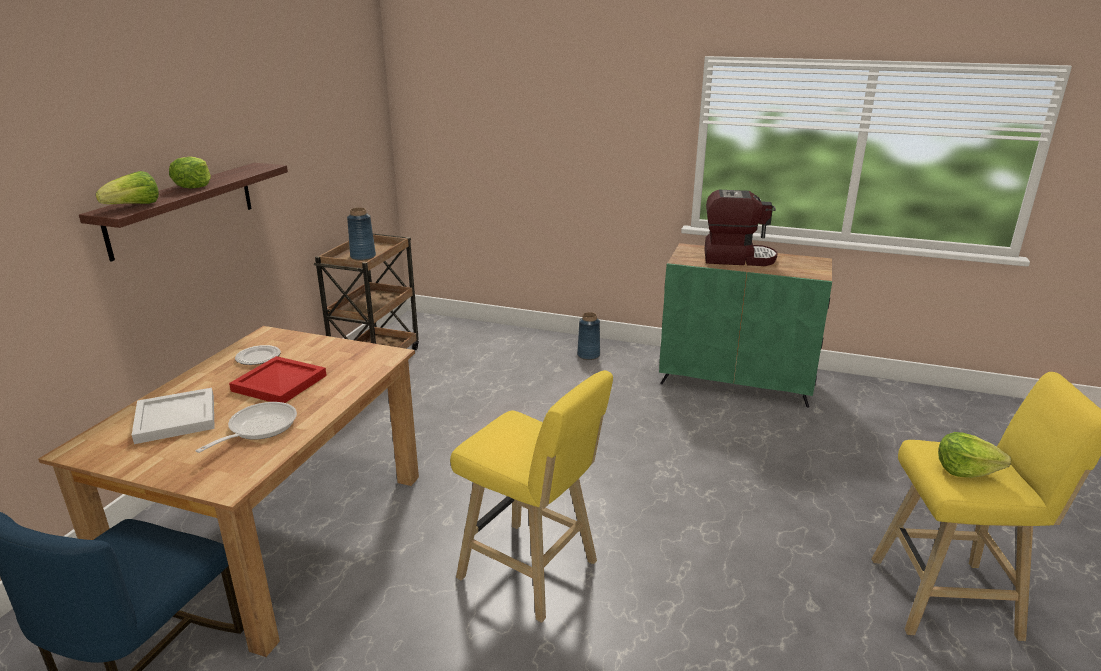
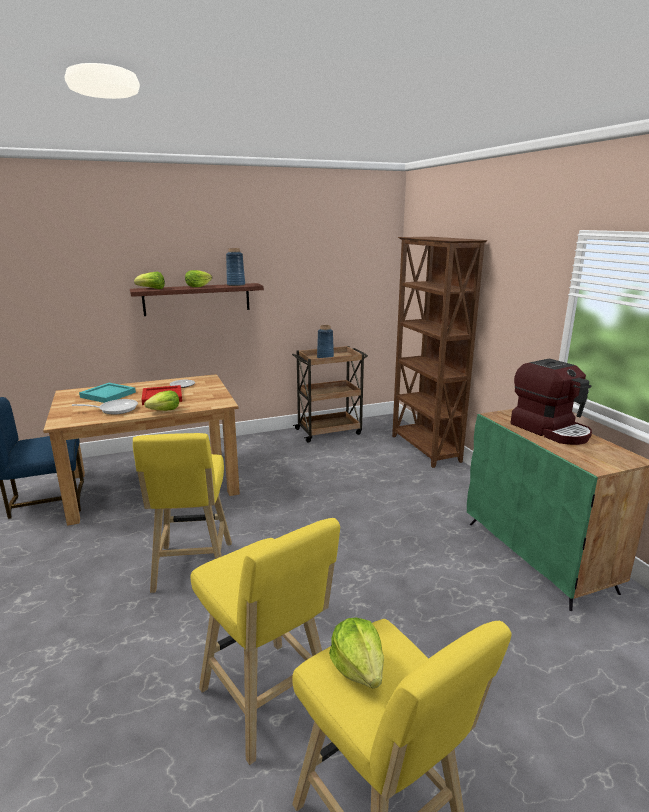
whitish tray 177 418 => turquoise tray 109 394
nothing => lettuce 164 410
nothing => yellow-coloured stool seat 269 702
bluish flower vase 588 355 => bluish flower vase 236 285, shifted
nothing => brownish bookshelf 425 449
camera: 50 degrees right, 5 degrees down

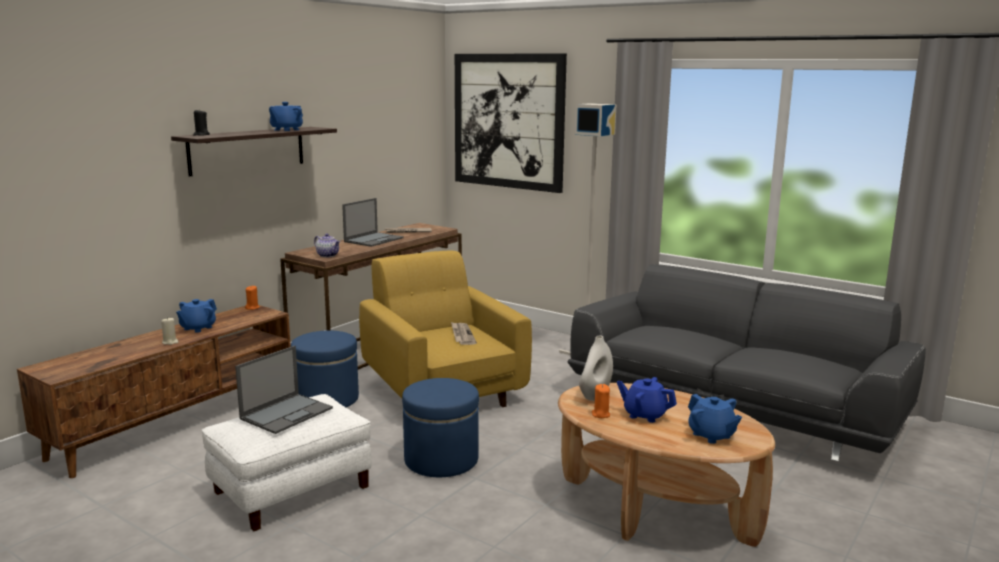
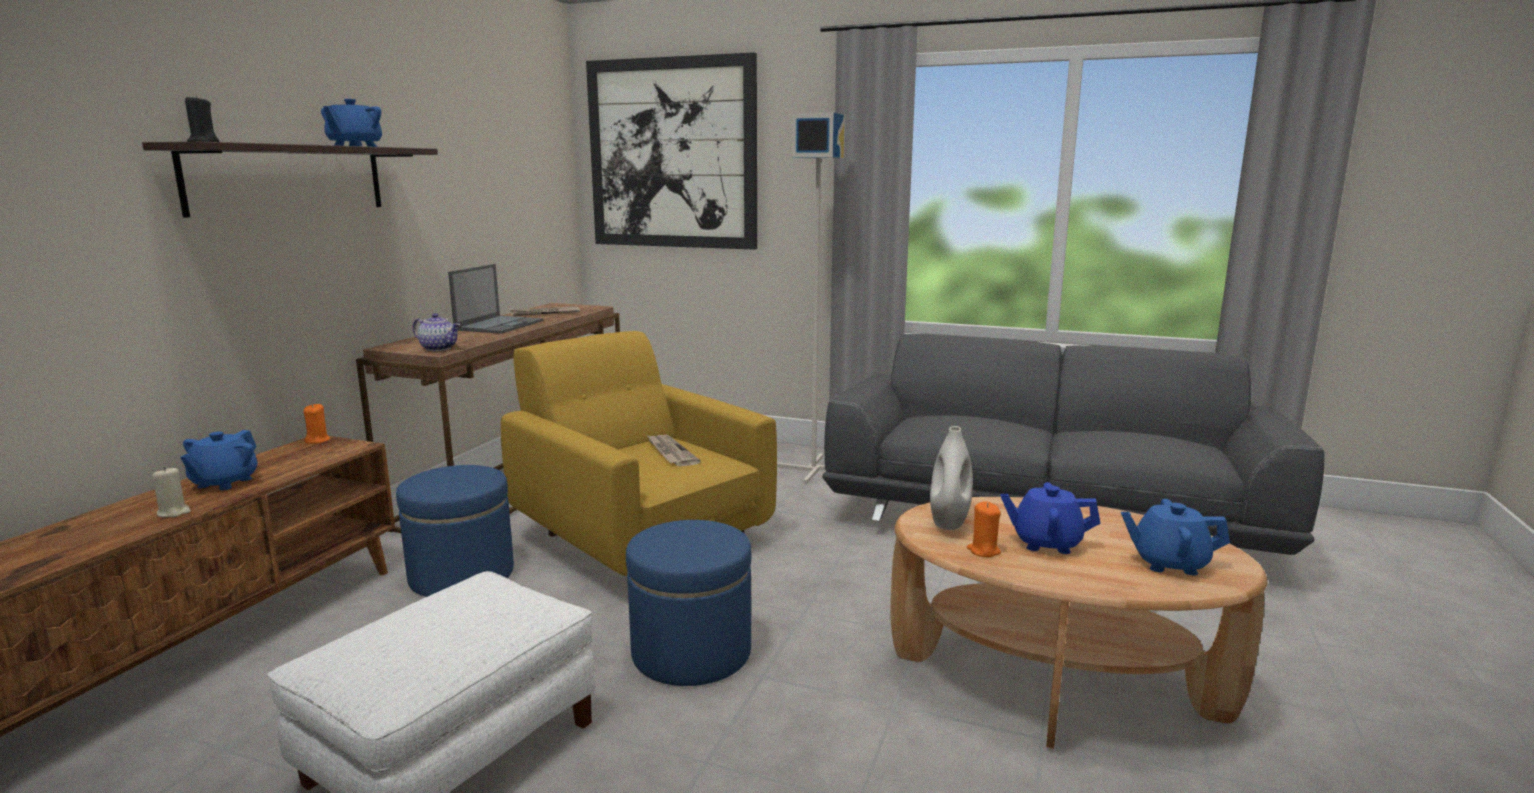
bluish tea pot 711 435 => bluish tea pot 1169 563, 150 degrees clockwise
portable computer 287 413 => nothing
camera: 15 degrees left, 0 degrees up

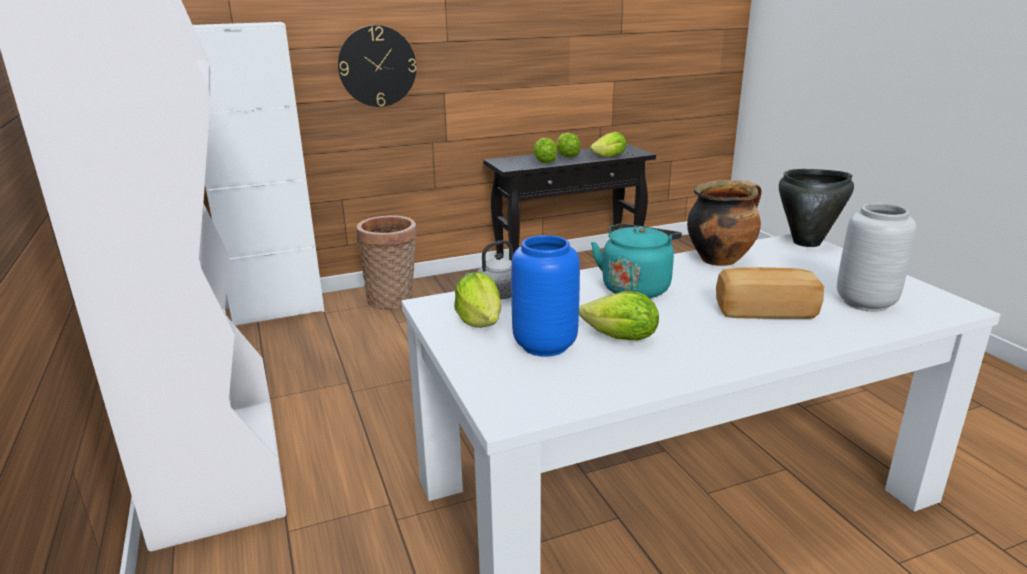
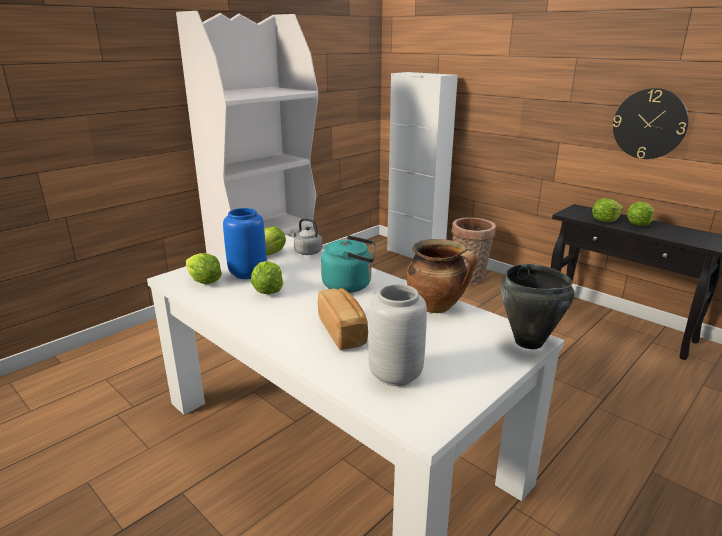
lettuce 609 157 => lettuce 204 282, shifted
clock on the wall 377 66 => clock on the wall 649 124, shifted
camera: 65 degrees right, 0 degrees up

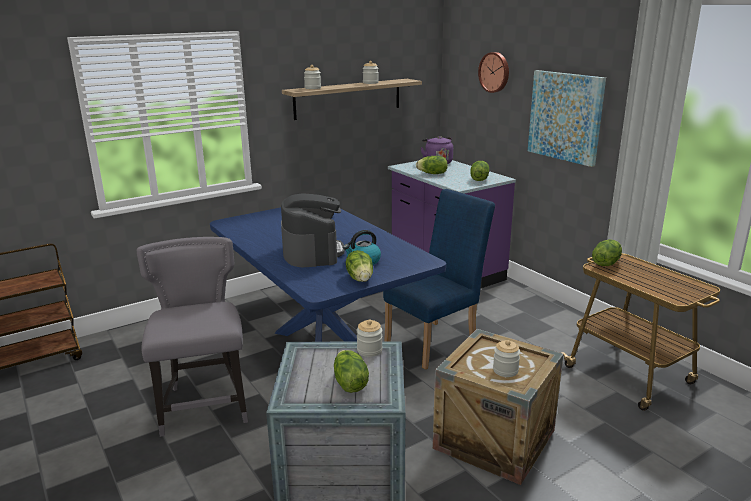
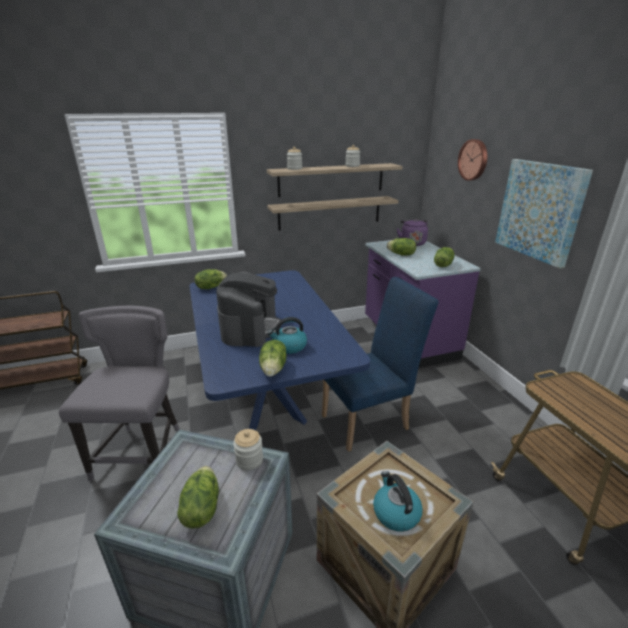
lettuce 605 263 => lettuce 210 287, shifted
nothing => shelf 330 213
jar 505 370 => kettle 395 512
camera: 15 degrees right, 5 degrees up

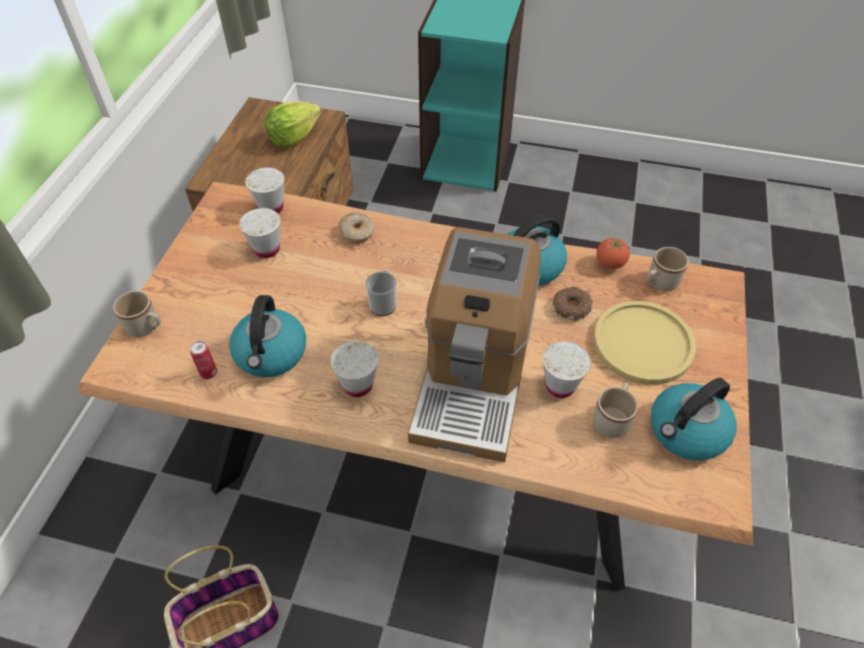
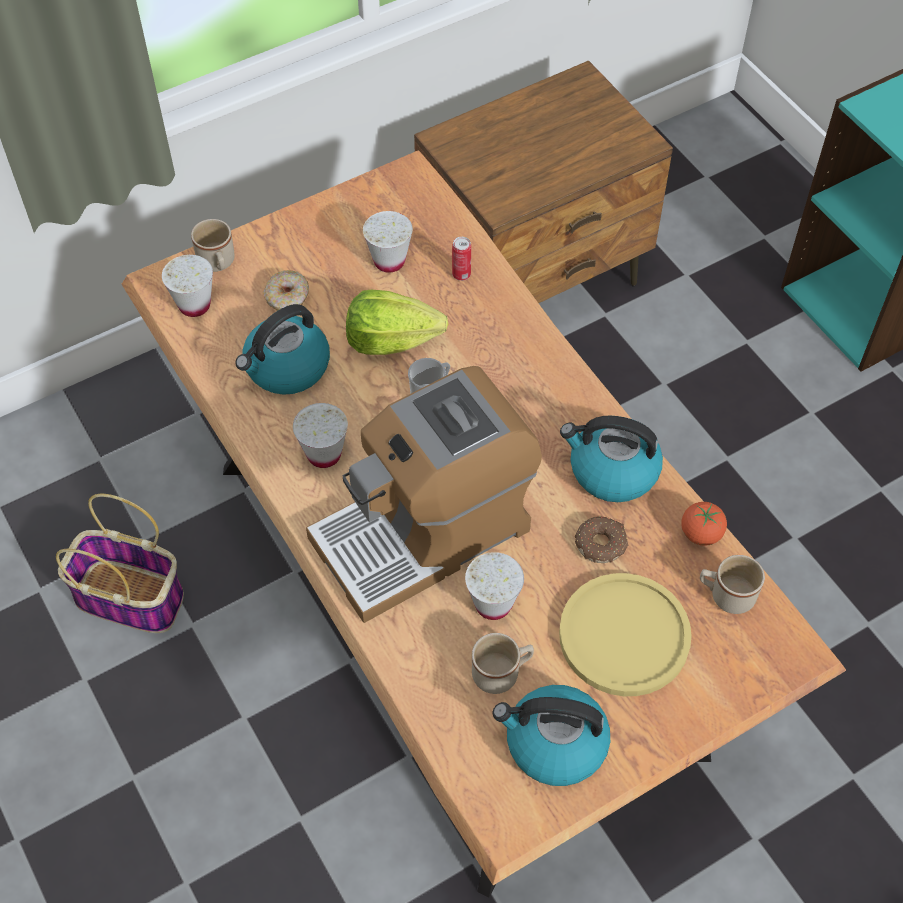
whitish drinking cup 271 207 => whitish drinking cup 194 305, shifted
doughnut 357 233 => doughnut 287 297, shifted
lettuce 294 137 => lettuce 391 340, shifted
sealed can 208 373 => sealed can 461 275, shifted
camera: 45 degrees right, 5 degrees up

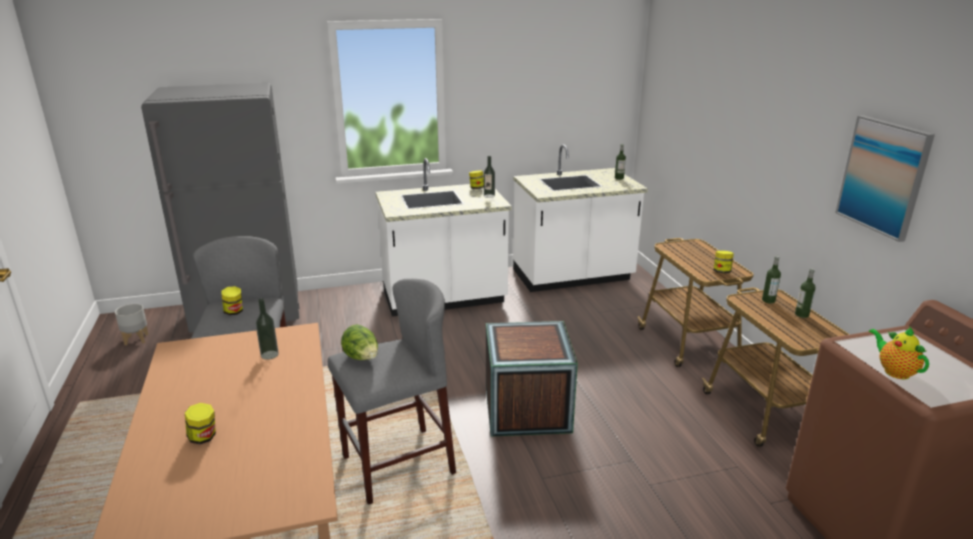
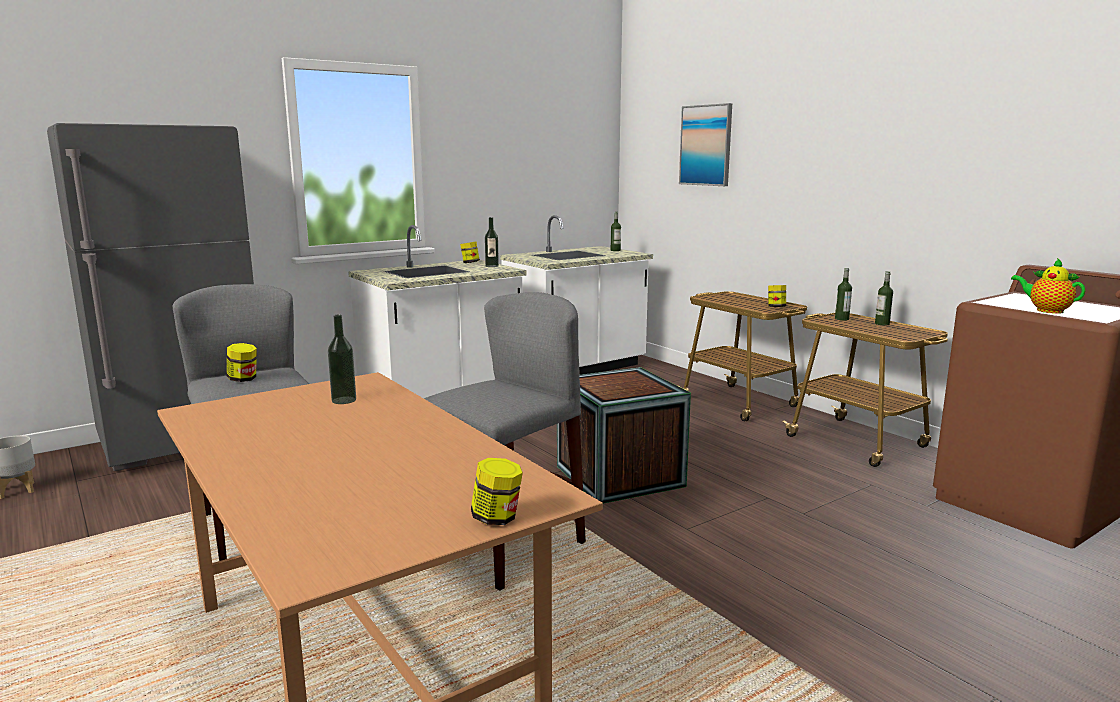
jar 203 437 => jar 497 518, shifted
wall picture 883 176 => wall picture 706 145, shifted
lettuce 362 358 => nothing
camera: 20 degrees left, 10 degrees down

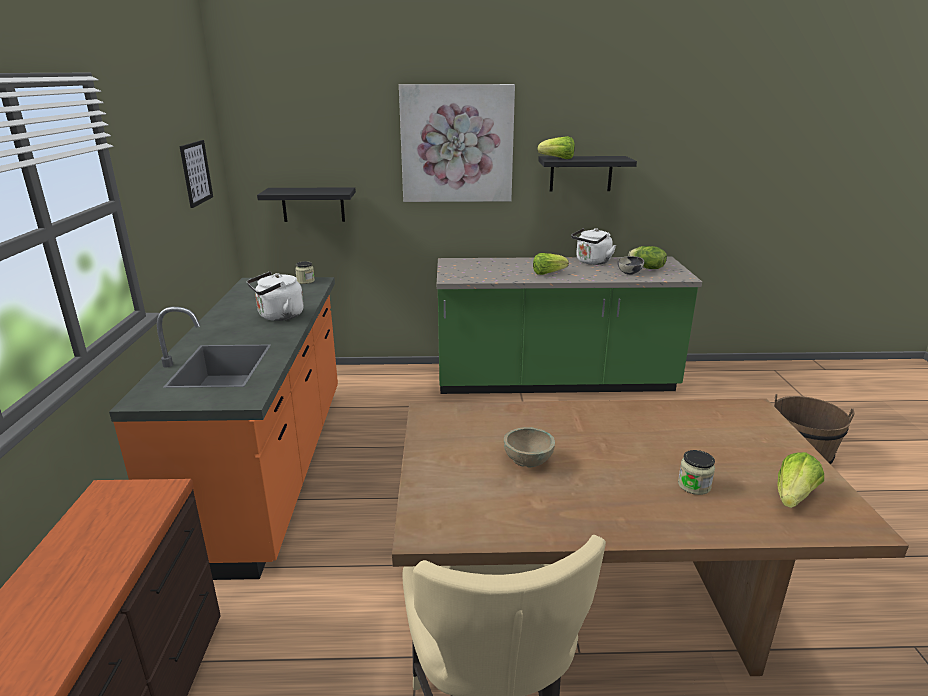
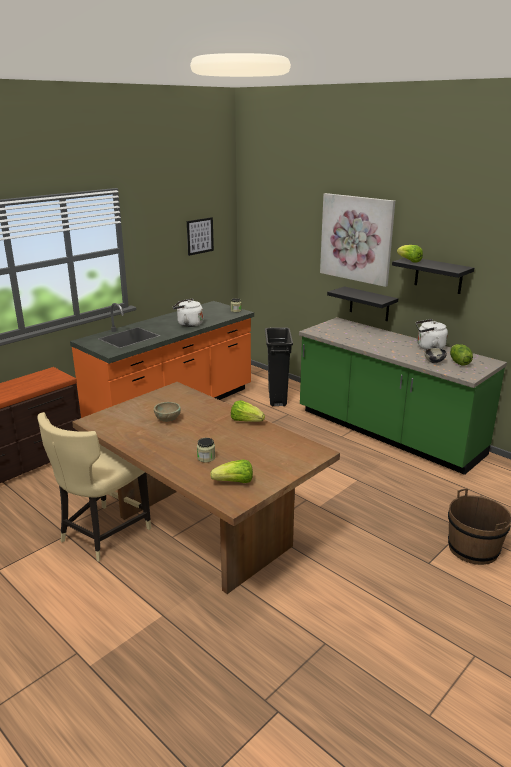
lettuce 548 273 => lettuce 246 421, shifted
nothing => black-coloured rubbish bin 277 398
black-coloured shelf 313 204 => black-coloured shelf 369 304, shifted
camera: 45 degrees right, 0 degrees up

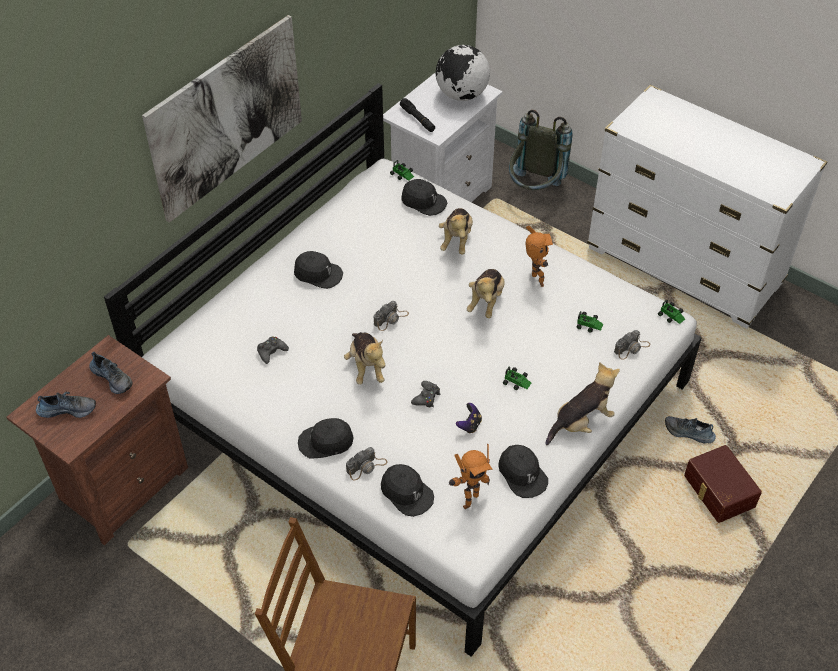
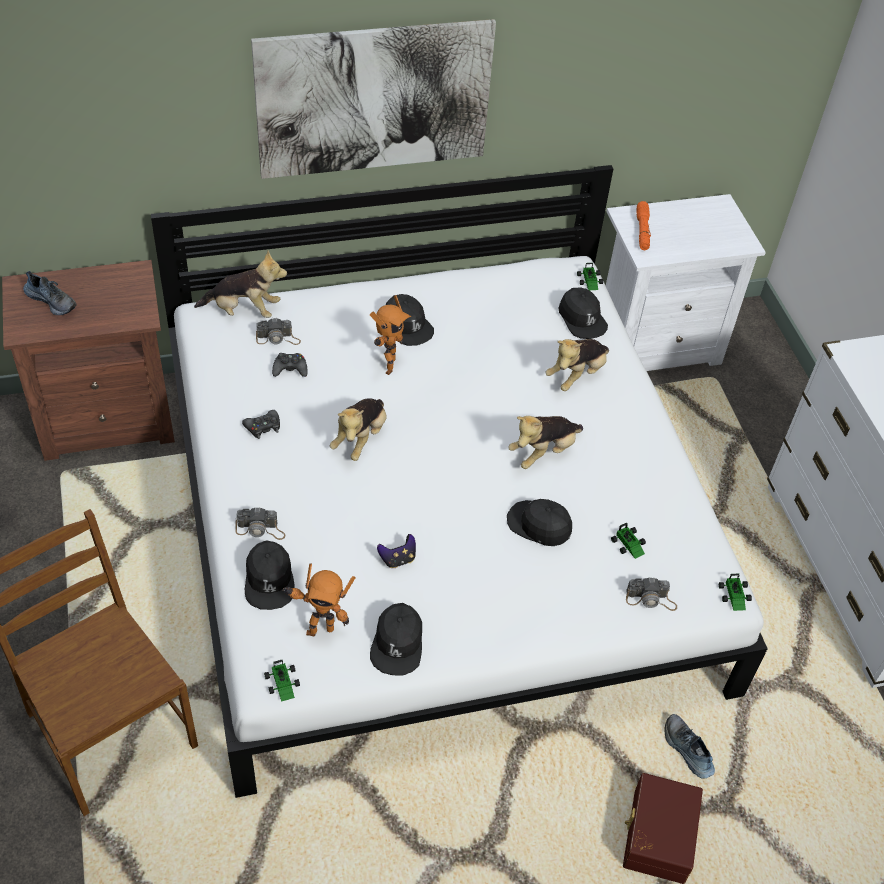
soft toy 581 422 => soft toy 244 311, shifted
black-coloured gamepad 426 397 => black-coloured gamepad 263 427, shifted
still camera 391 319 => still camera 278 338, shifted
model car 517 381 => model car 283 684, shifted
robot figure 535 281 => robot figure 386 366, shifted
black-coloured peaked cap 326 442 => black-coloured peaked cap 539 525, shifted
black-coloured hand torch 417 119 => orange-coloured hand torch 642 231
shoe 113 378 => nothing
globe 461 95 => nothing
gray knapsack 534 190 => nothing
camera: 35 degrees right, 0 degrees up

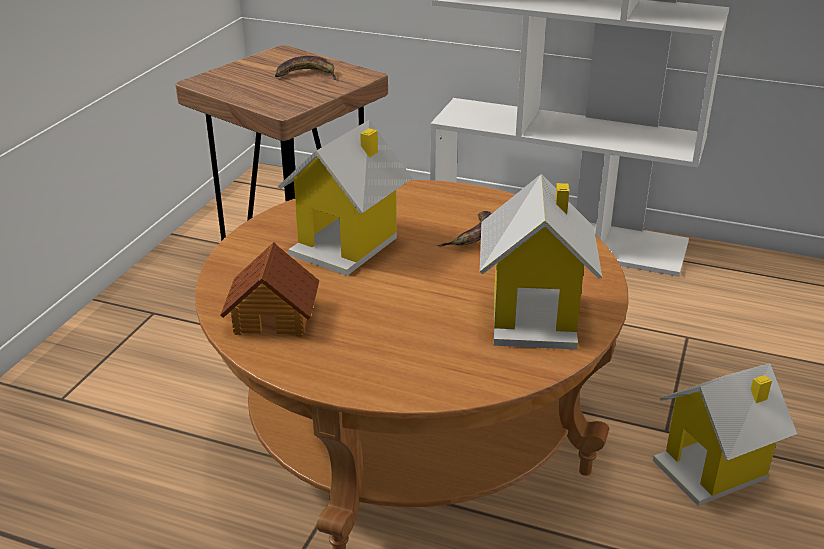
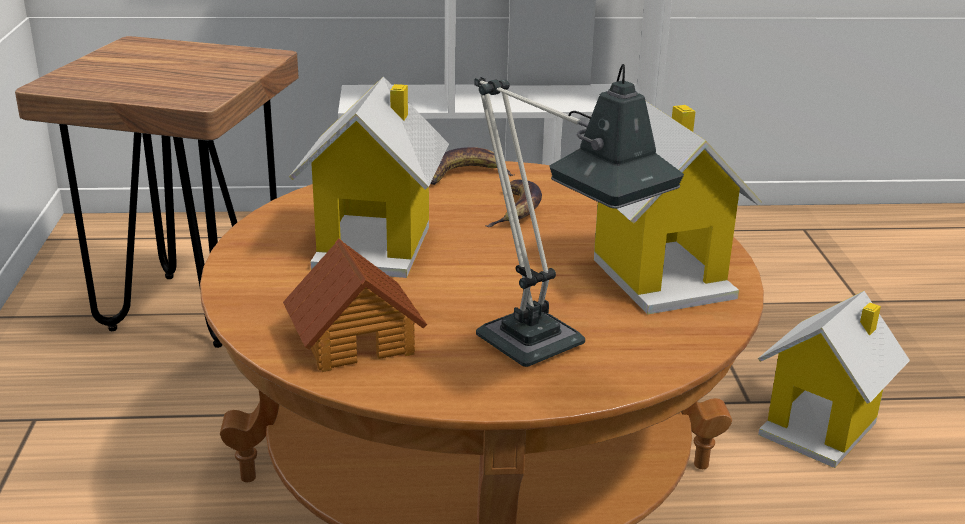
whole banana 307 75 => whole banana 465 175, shifted
nothing => lamp for a table 546 352
camera: 25 degrees left, 5 degrees down

